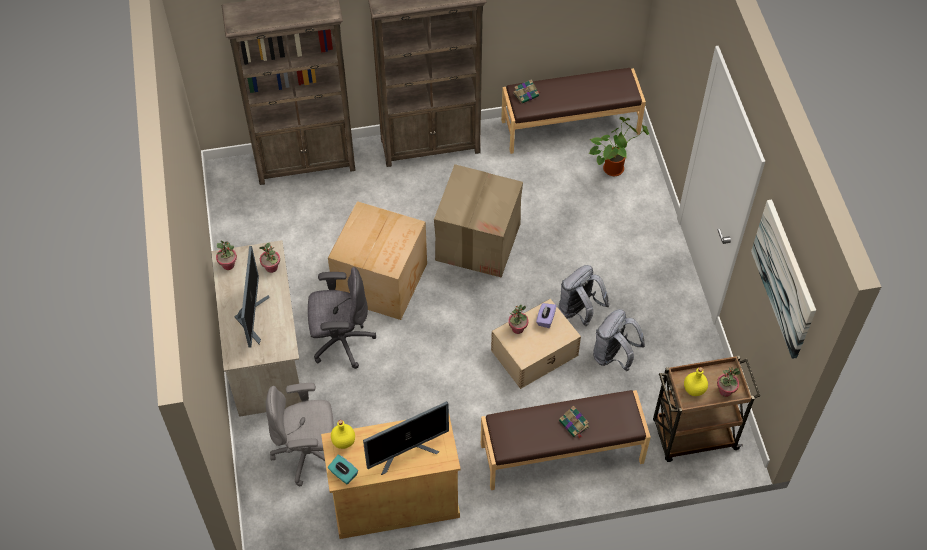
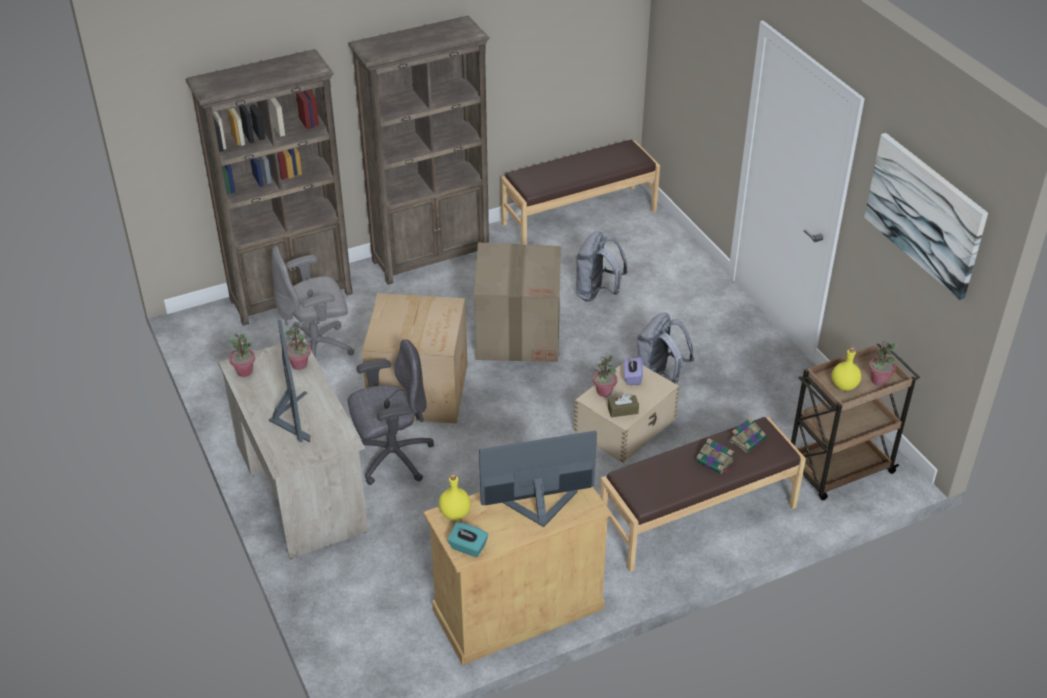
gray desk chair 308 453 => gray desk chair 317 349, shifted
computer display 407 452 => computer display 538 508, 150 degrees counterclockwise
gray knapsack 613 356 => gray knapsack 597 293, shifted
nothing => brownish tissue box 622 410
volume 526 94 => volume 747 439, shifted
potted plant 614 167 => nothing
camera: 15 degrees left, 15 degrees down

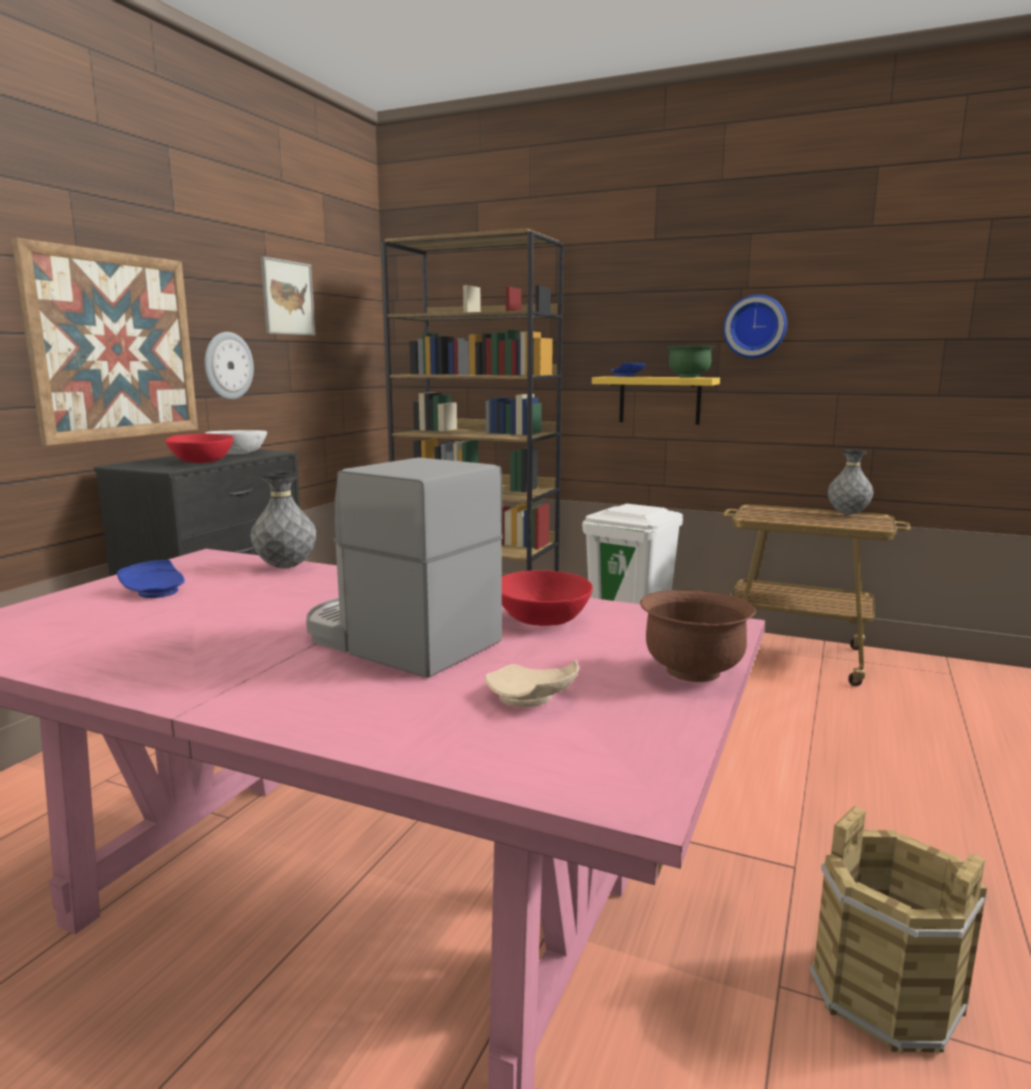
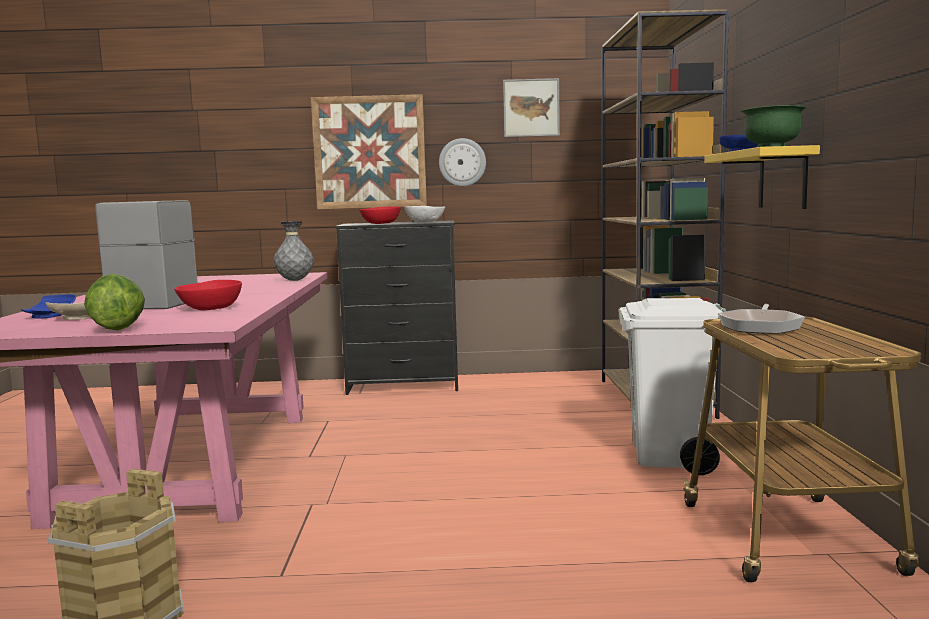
bluish dinner plate 156 591 => bluish dinner plate 51 315, shifted
brownish bowl 693 671 => lettuce 117 329
nothing => pan 760 326
clock on the wall 755 327 => nothing
gray flower vase 847 514 => nothing
camera: 65 degrees right, 5 degrees down

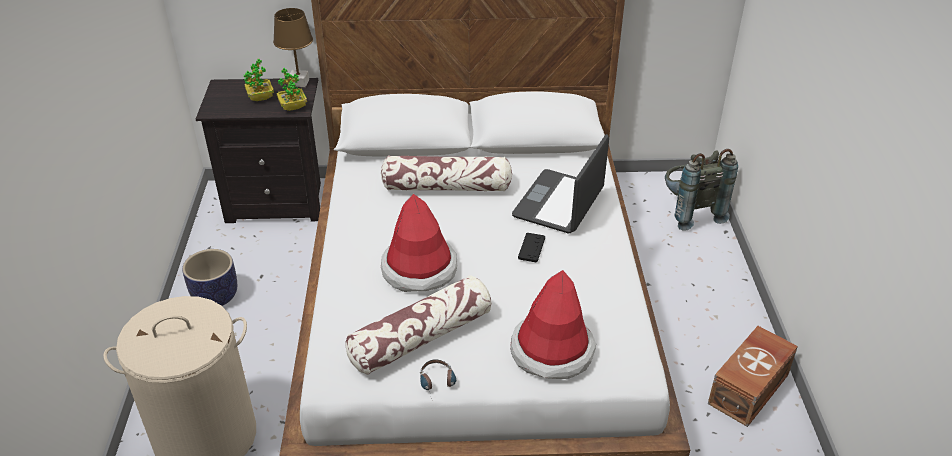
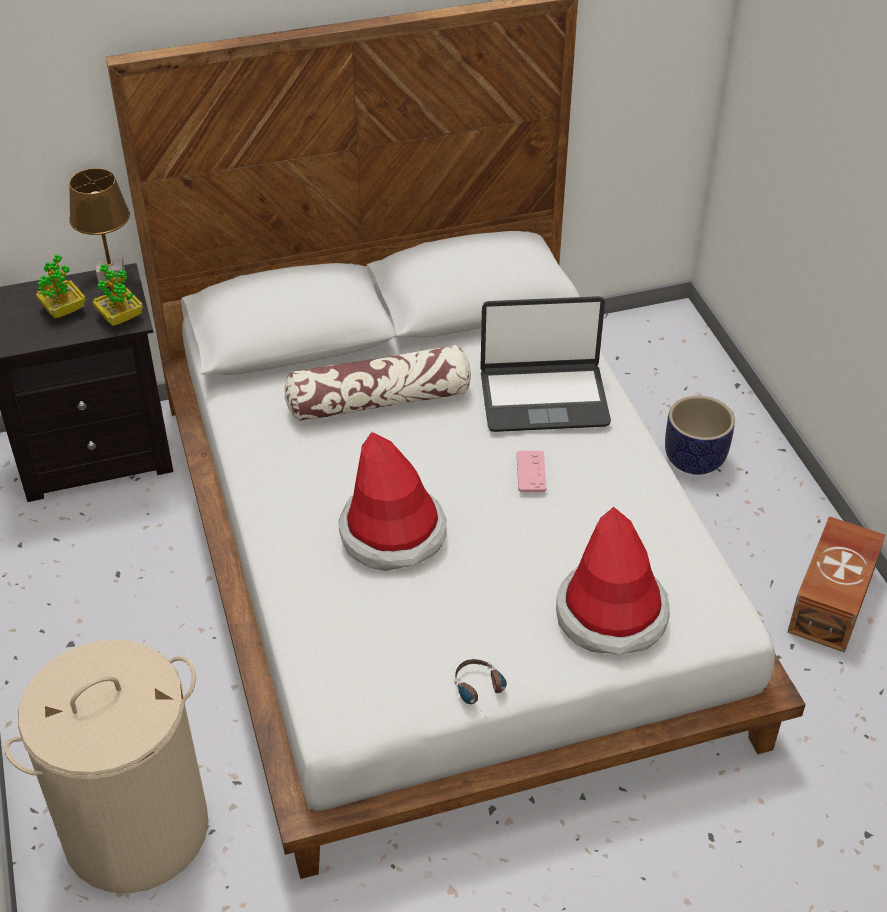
portable computer 559 203 => portable computer 543 398, 105 degrees counterclockwise
black-coloured gamepad 531 248 => pinkish gamepad 531 472
planter 215 297 => planter 694 460, shifted
throw pillow 421 337 => nothing
gray knapsack 689 212 => nothing
camera: 15 degrees left, 5 degrees up

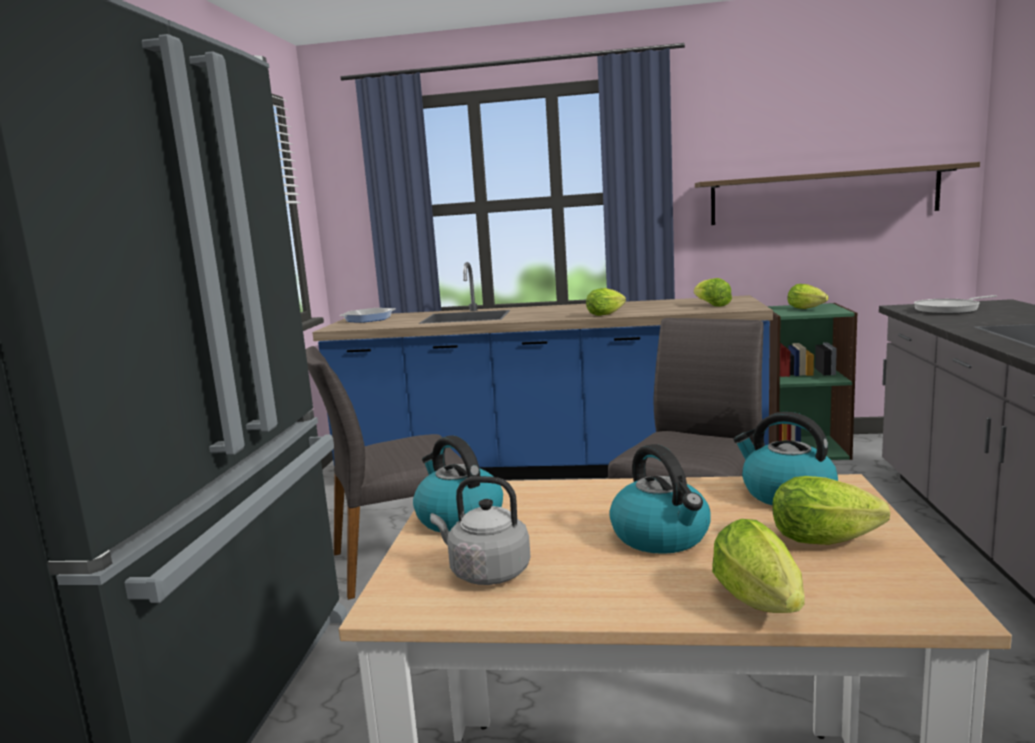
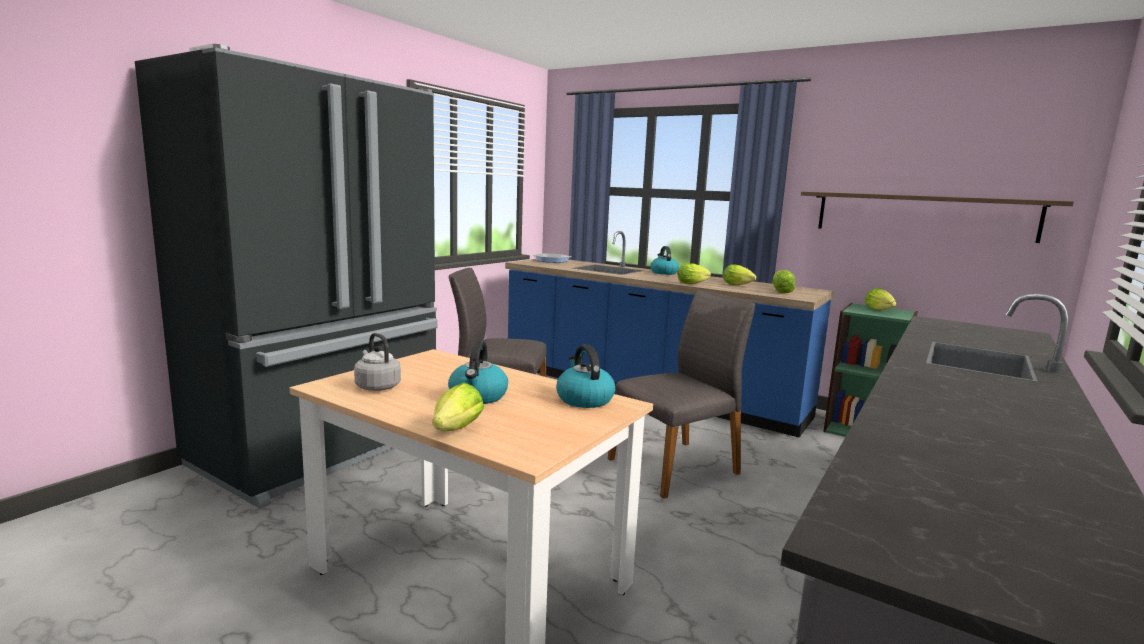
kettle 458 518 => kettle 663 273, shifted
lettuce 829 541 => lettuce 739 285, shifted
pan 949 310 => nothing
camera: 25 degrees right, 0 degrees up

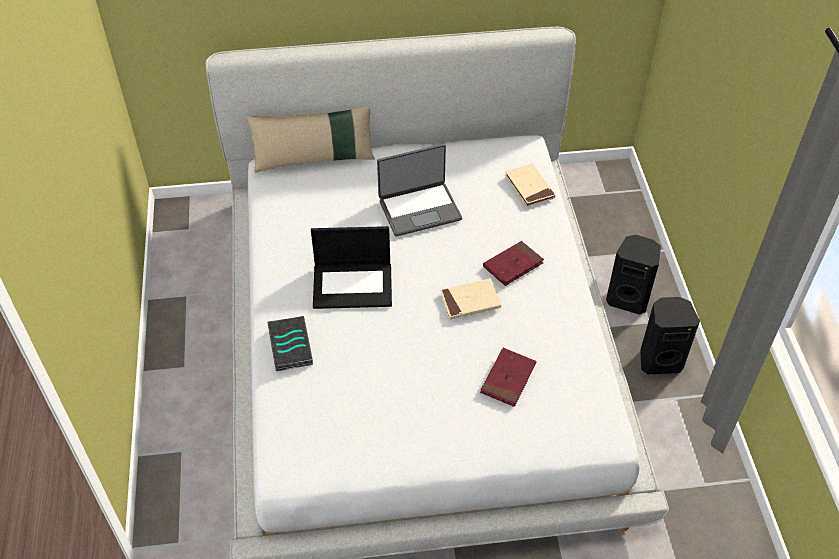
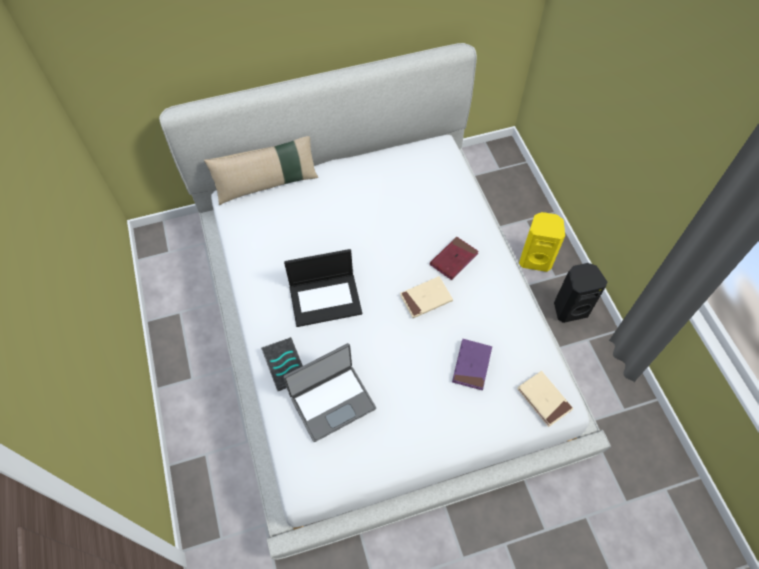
portable computer 419 209 => portable computer 332 401, shifted
reddish volume 508 379 => purple volume 471 365
sand-coloured volume 529 187 => sand-coloured volume 544 399, shifted
black-coloured speaker 628 299 => yellow-coloured speaker 535 259
camera: 10 degrees left, 10 degrees up

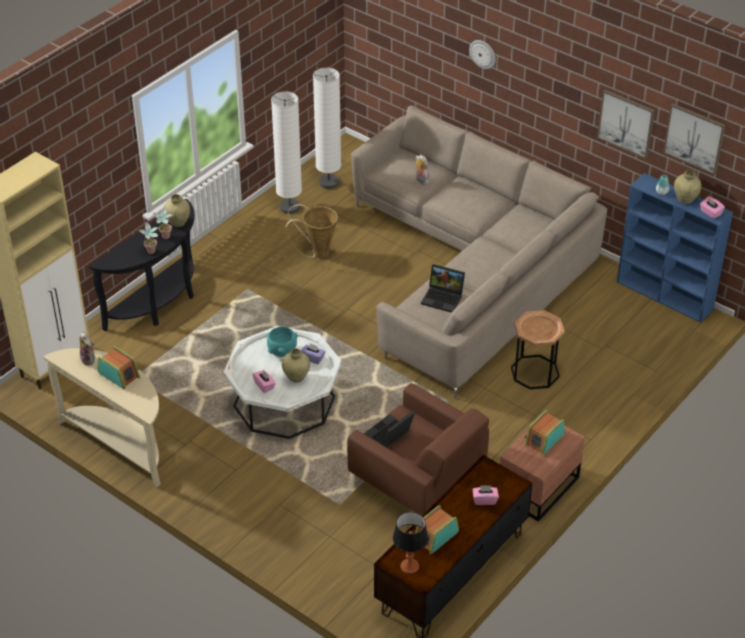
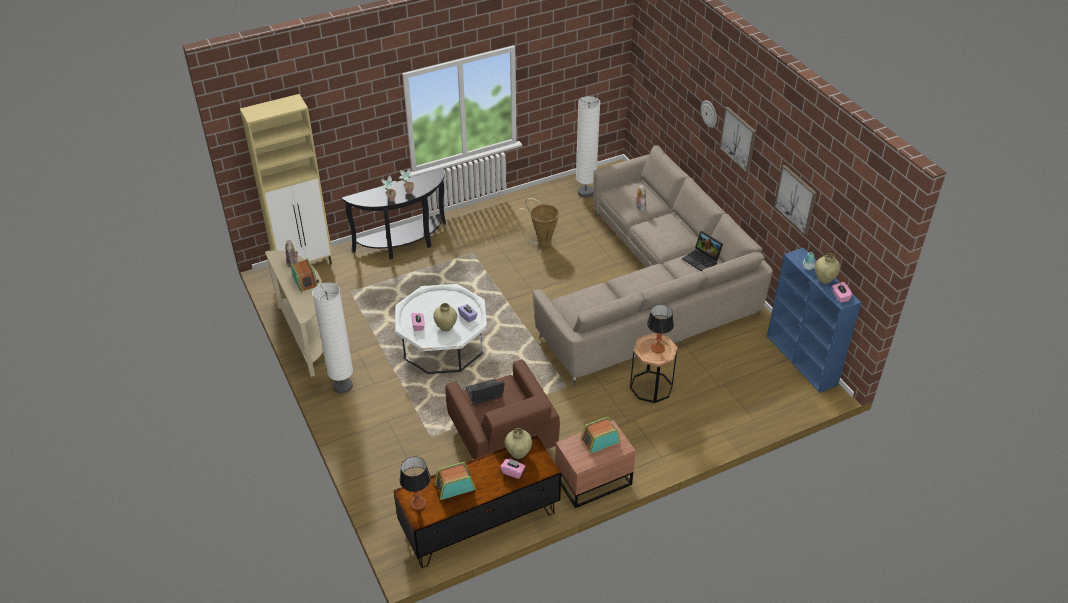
whitish standing lamp 289 207 => whitish standing lamp 343 386, shifted
sand-coloured flower vase 178 222 => sand-coloured flower vase 518 453, shifted
nothing => lamp for a table 657 348
portable computer 443 298 => portable computer 702 260, shifted
wall picture 694 138 => wall picture 738 139, shifted
turquoise bowl 282 351 => nothing
camera: 25 degrees right, 0 degrees up

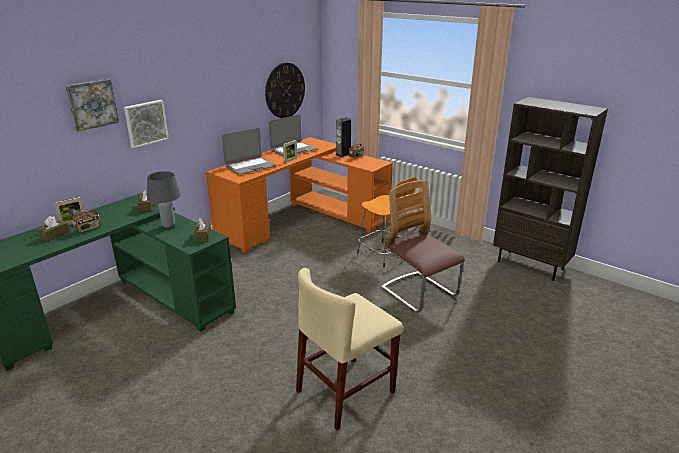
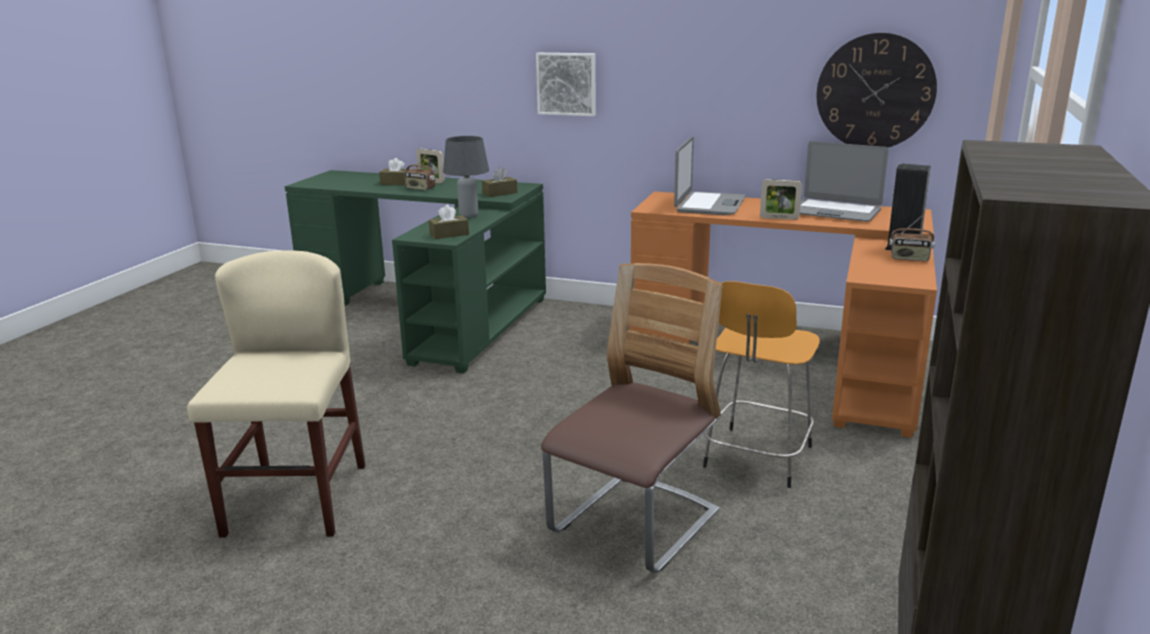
sand-coloured chair 345 391 => sand-coloured chair 296 499, 60 degrees clockwise
portable computer 250 166 => portable computer 709 205, 105 degrees counterclockwise
wall picture 92 104 => nothing
camera: 70 degrees right, 5 degrees down

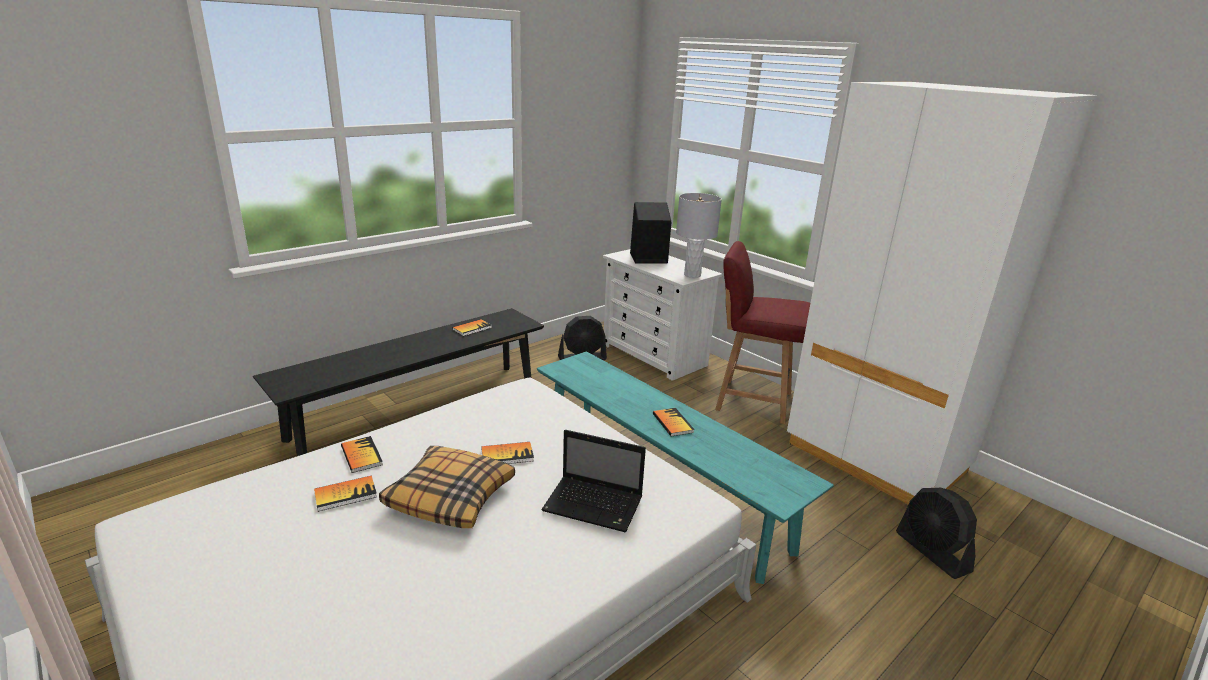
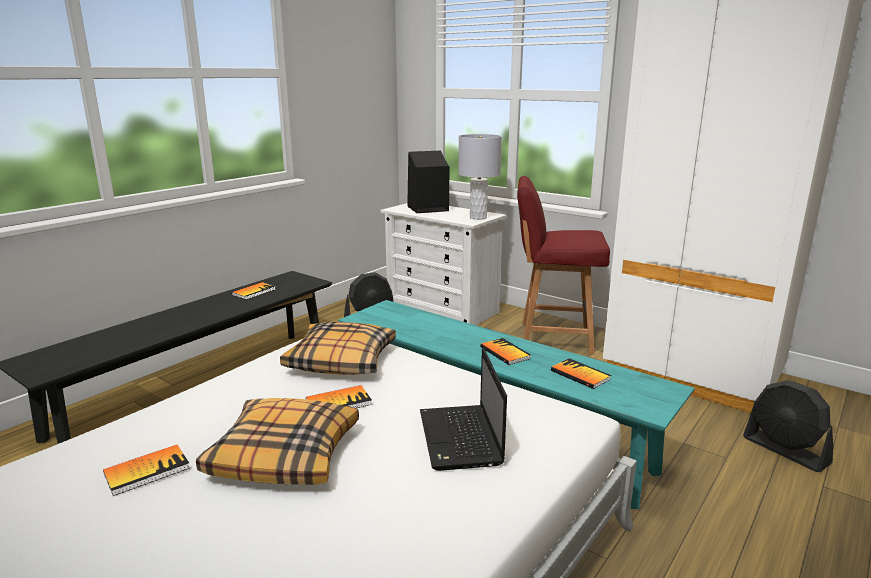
nothing => throw pillow 341 361
portable computer 595 505 => portable computer 461 439, 75 degrees clockwise
volume 361 455 => volume 580 375, shifted
camera: 10 degrees left, 5 degrees down

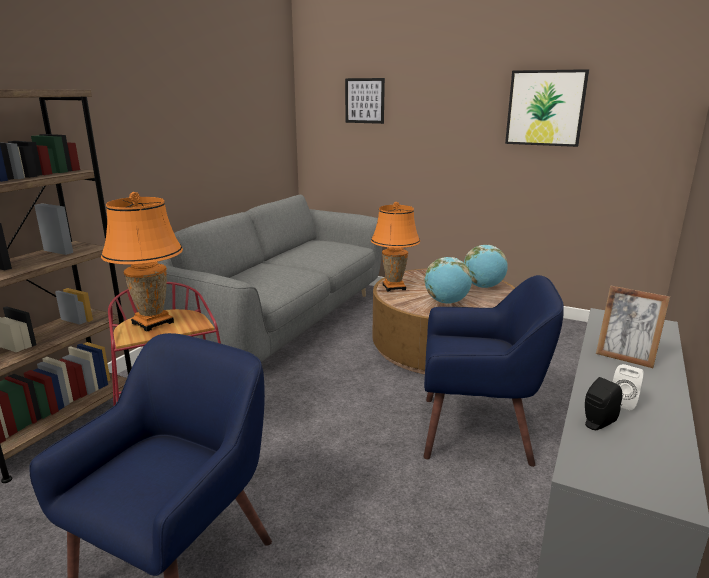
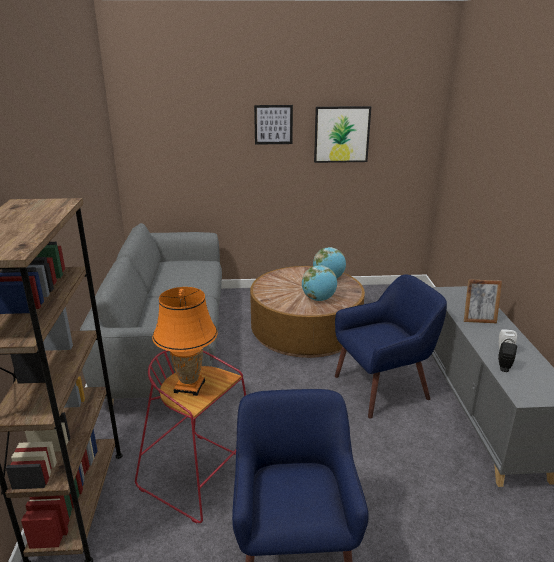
wall picture 364 100 => wall picture 273 124, shifted
orange-coloured lamp for a table 393 287 => nothing
camera: 30 degrees left, 5 degrees up

